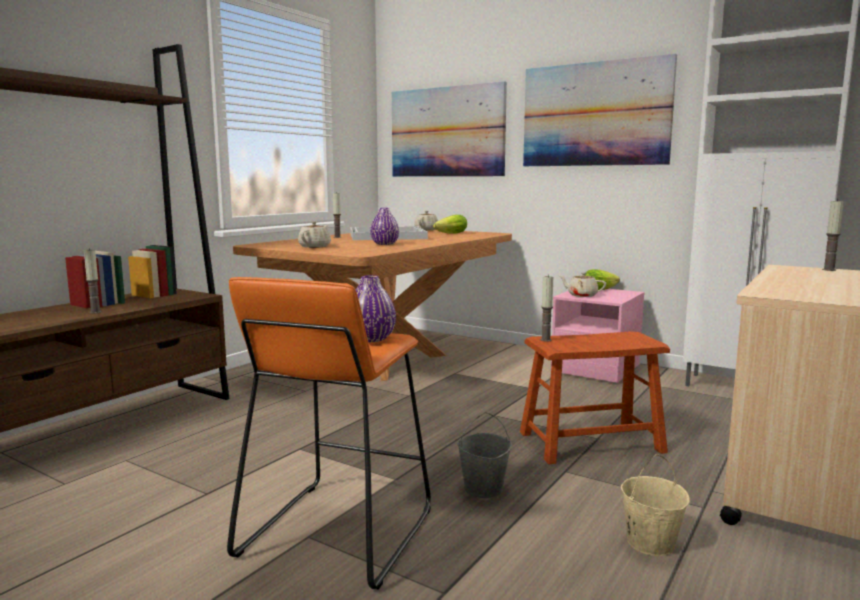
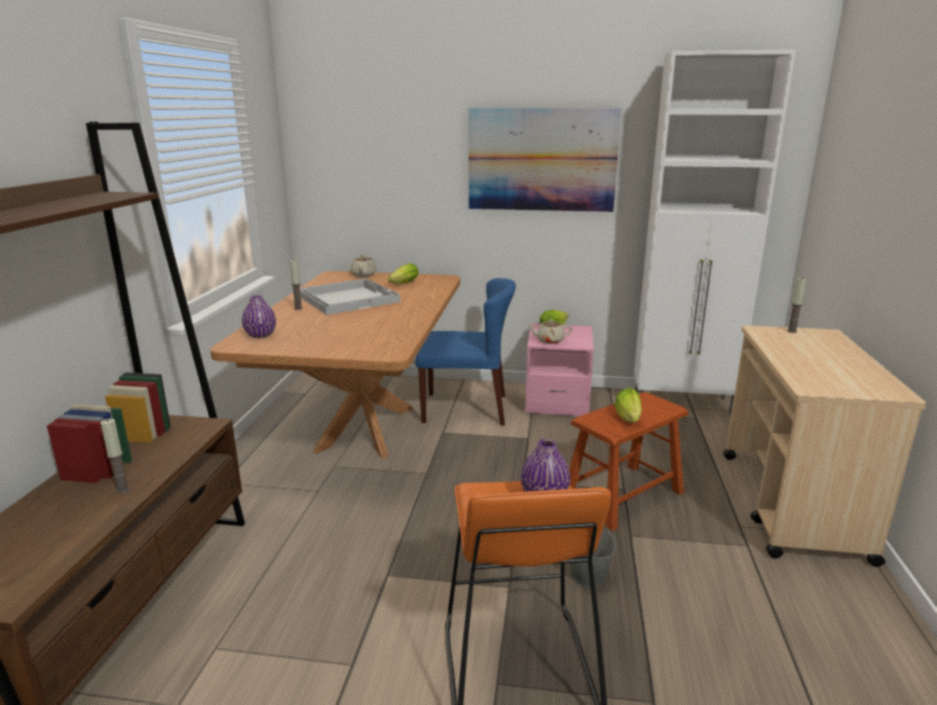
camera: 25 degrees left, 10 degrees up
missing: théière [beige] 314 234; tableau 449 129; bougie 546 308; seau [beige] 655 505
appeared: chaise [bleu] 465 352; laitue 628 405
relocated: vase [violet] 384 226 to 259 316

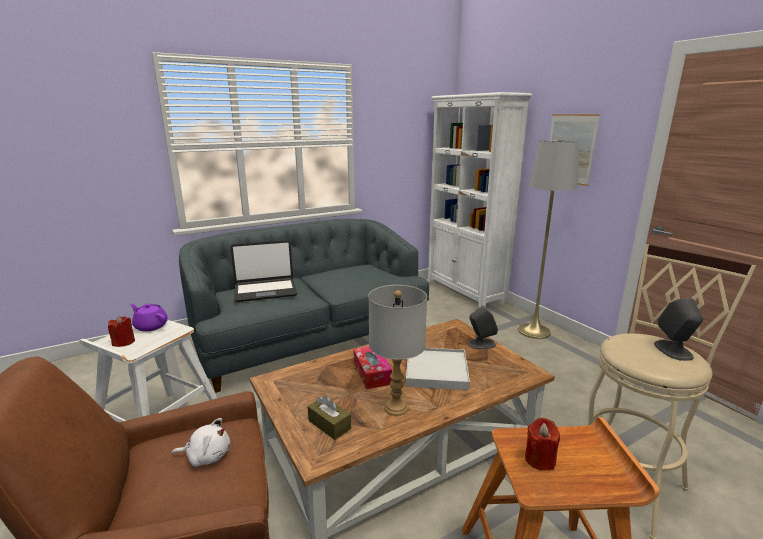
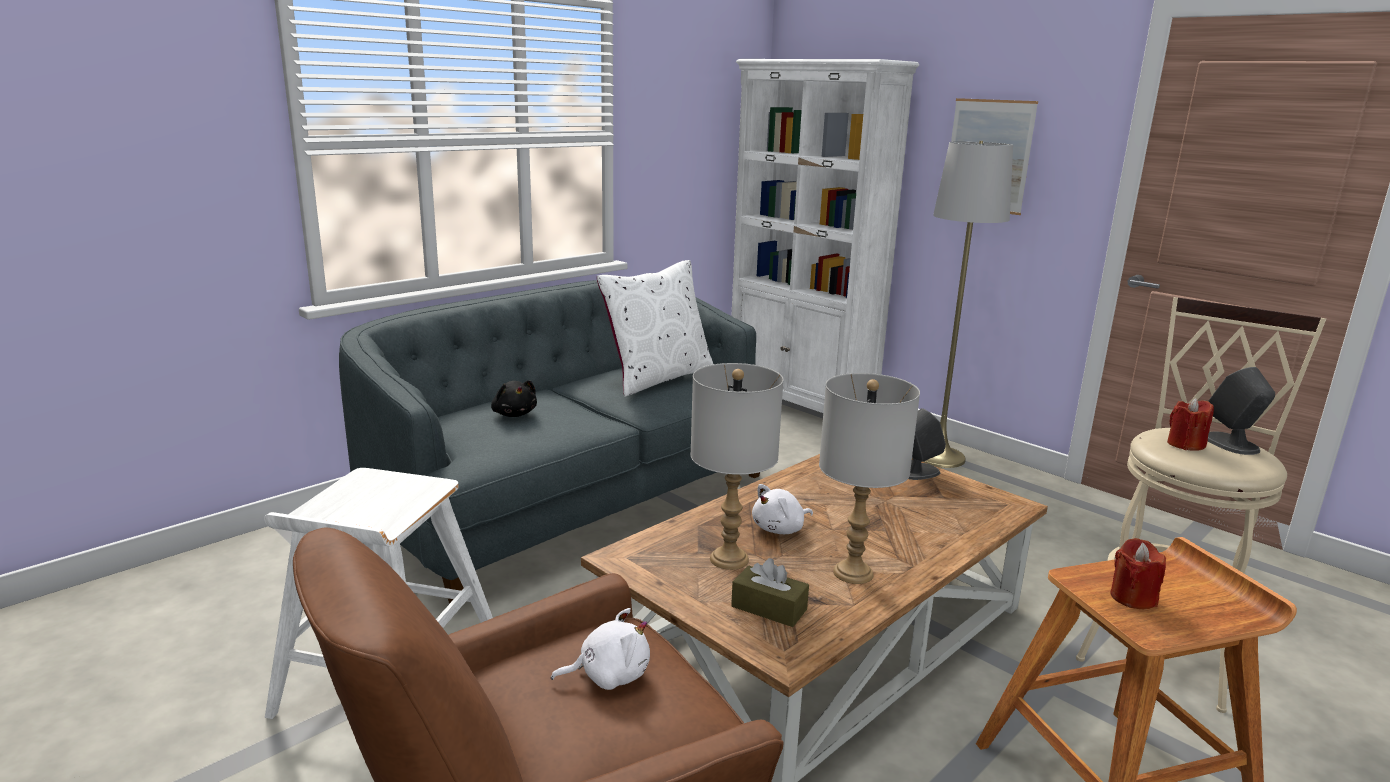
camera: 15 degrees left, 0 degrees up
missing: théière [violet] 149 317; plateau [blanc] 438 369
appeared: coussin [blanc] 655 328; lampe de table [gris] 737 466
relocated: bougie [rouge] 121 331 to 1190 424
exchanged: ordinateur portable 263 271 to peluche [noir] 514 398; boîte à mouchoirs 372 367 to peluche [blanc] 782 509

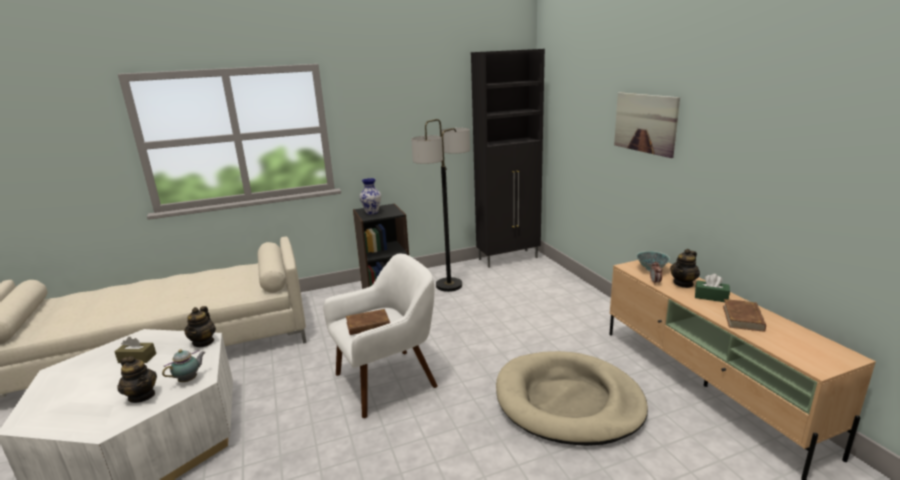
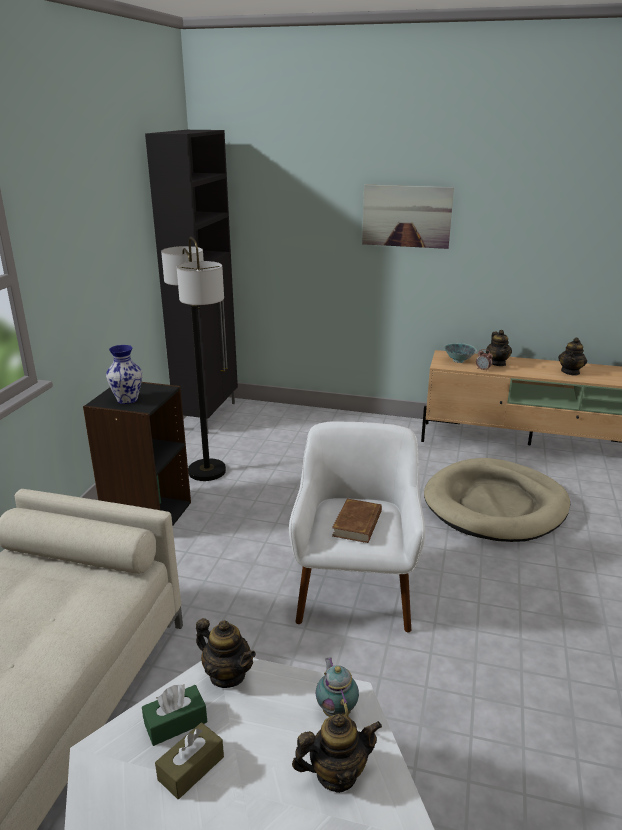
camera: 55 degrees left, 5 degrees up
relocated: boîte à mouchoirs [vert] 712 288 to 174 715
exchanged: livre [marron] 744 315 to théière 572 356

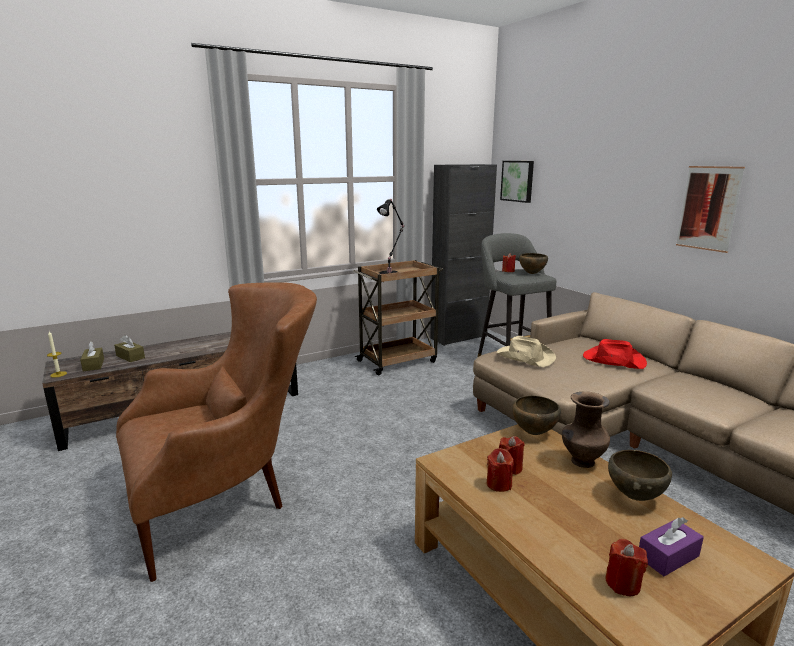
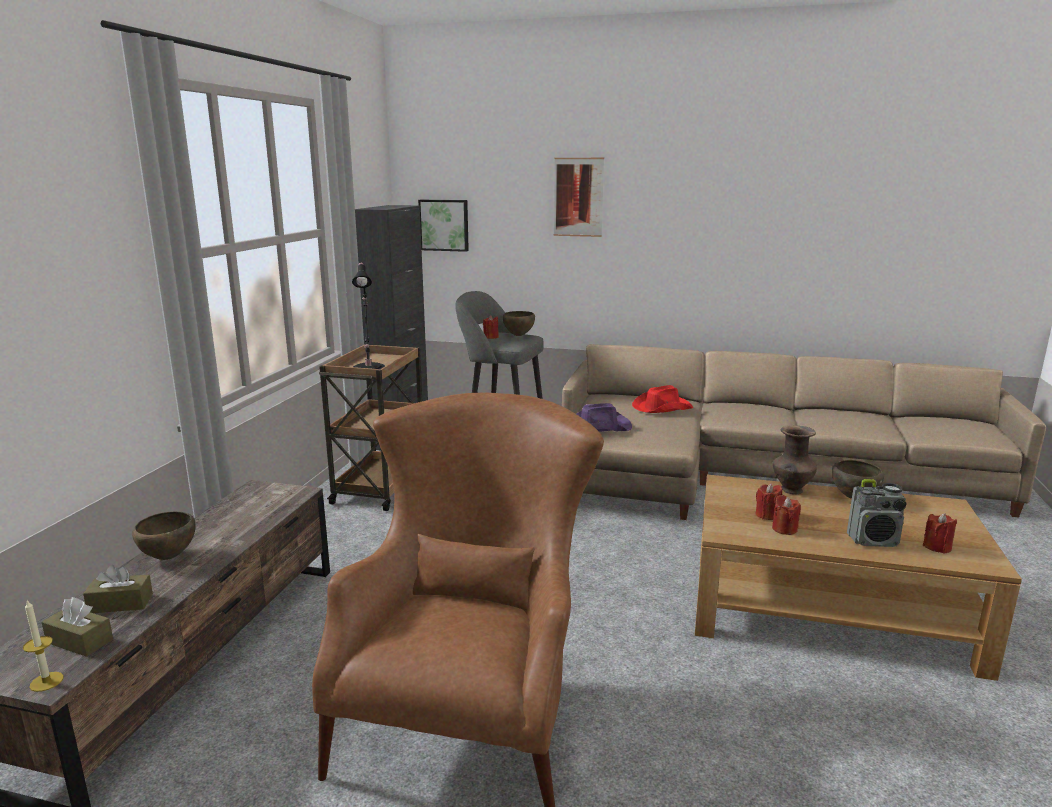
camera: 45 degrees left, 0 degrees up
missing: boîte à mouchoirs [violet] 671 546
appeared: radio 877 513
relocated: bol [marron] 536 415 to 164 535; tableau 710 209 to 579 197
colour: chapeau [beige] 526 351 to chapeau [violet] 604 417

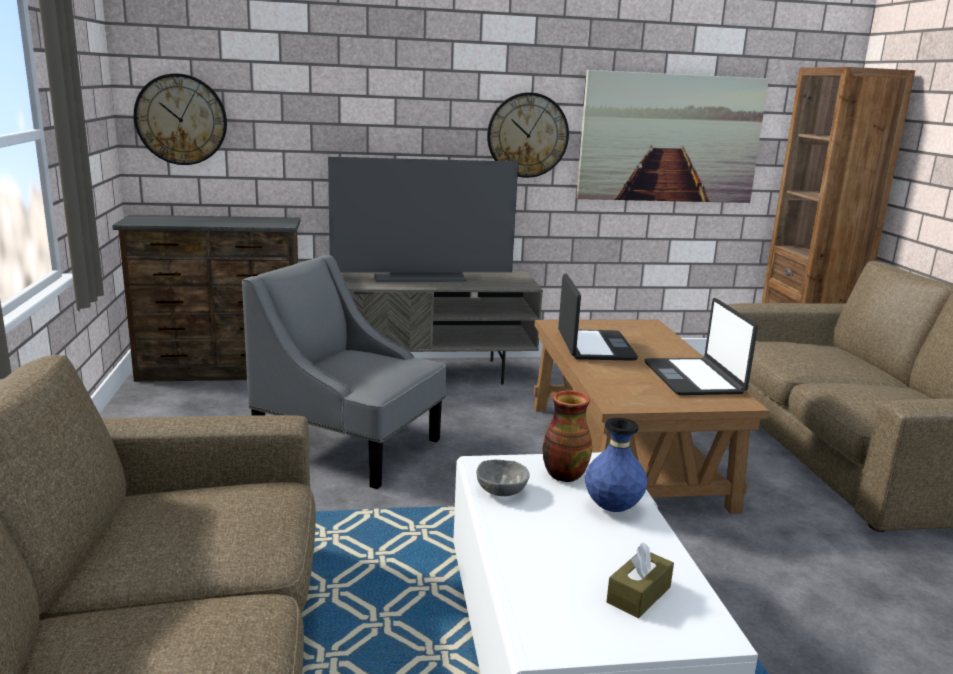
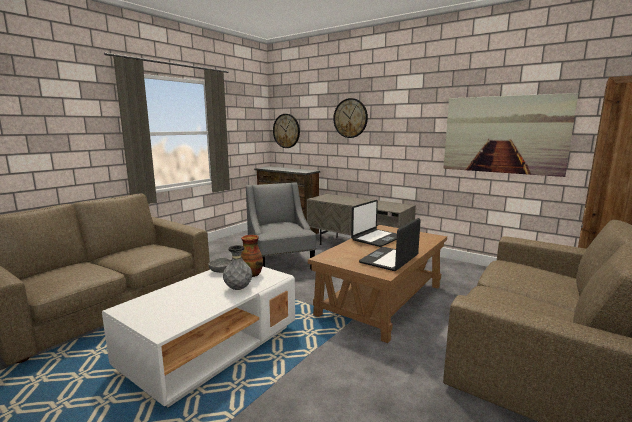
camera: 45 degrees right, 5 degrees down
missing: téléviseur 423 219; boîte à mouchoirs [marron] 640 580
relocated: horloge murale 528 135 to 350 118
colour: vase [bleu] 616 465 to vase [gris] 237 267

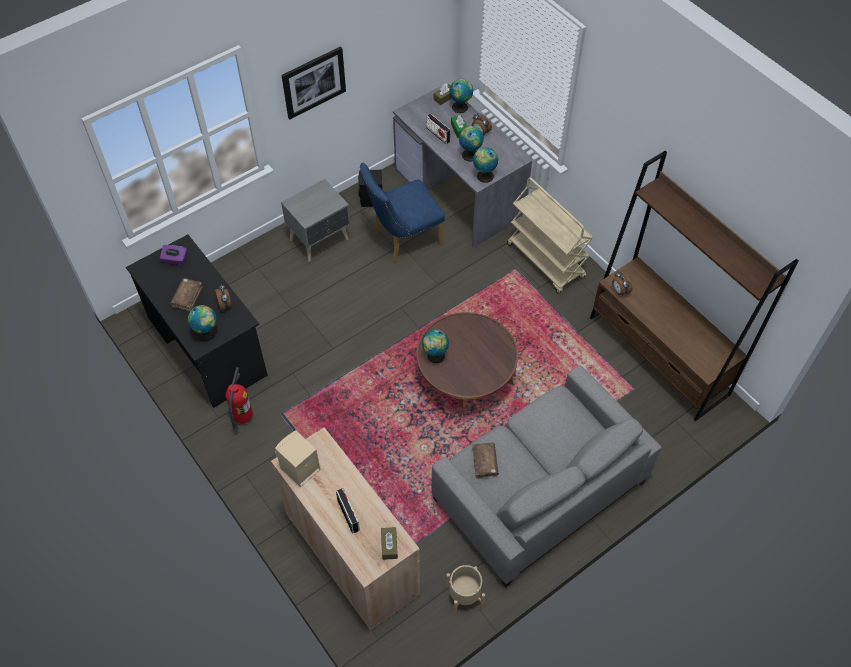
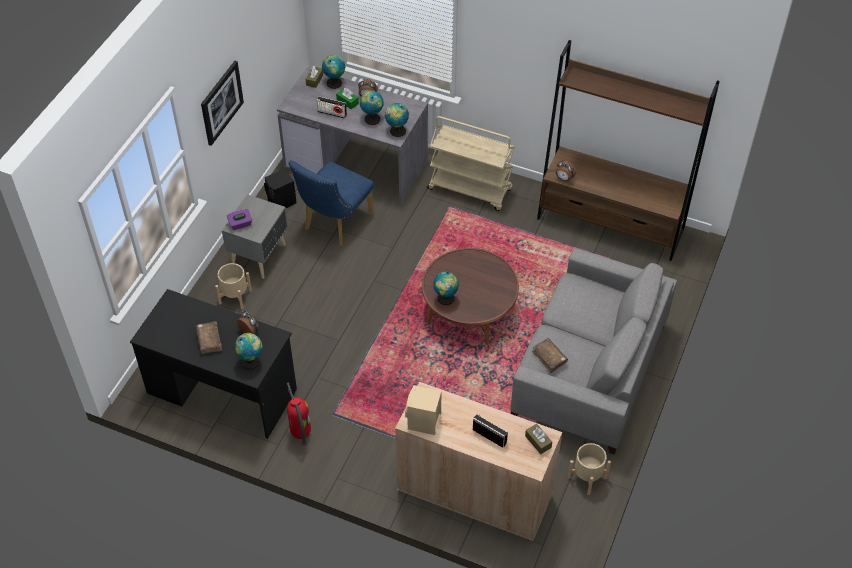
camera: 30 degrees left, 5 degrees down
appeared: cache-pot [beige] 233 286
relocated: boîte à mouchoirs [violet] 173 255 to 239 219

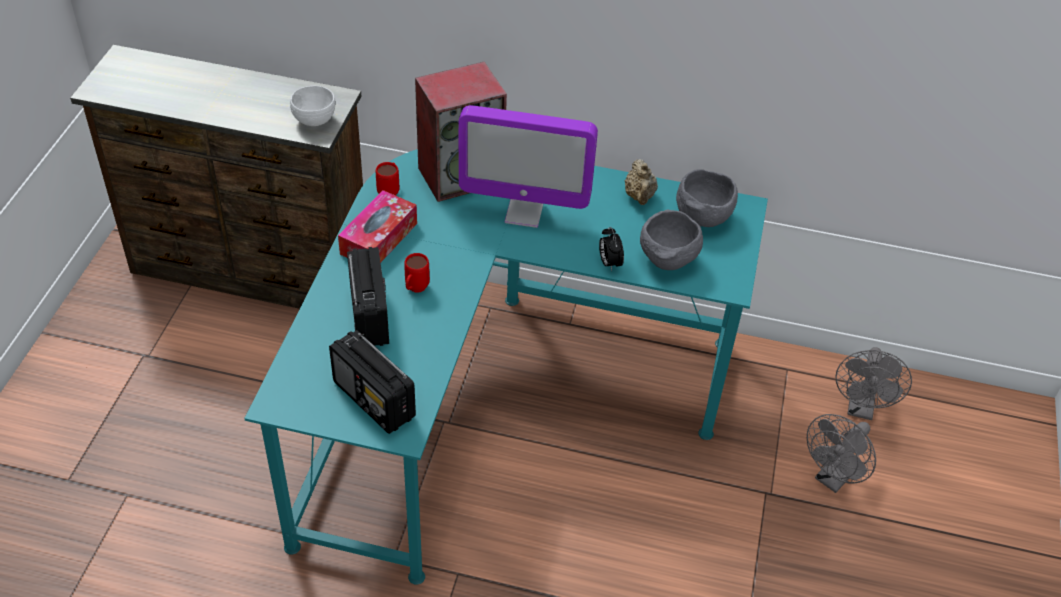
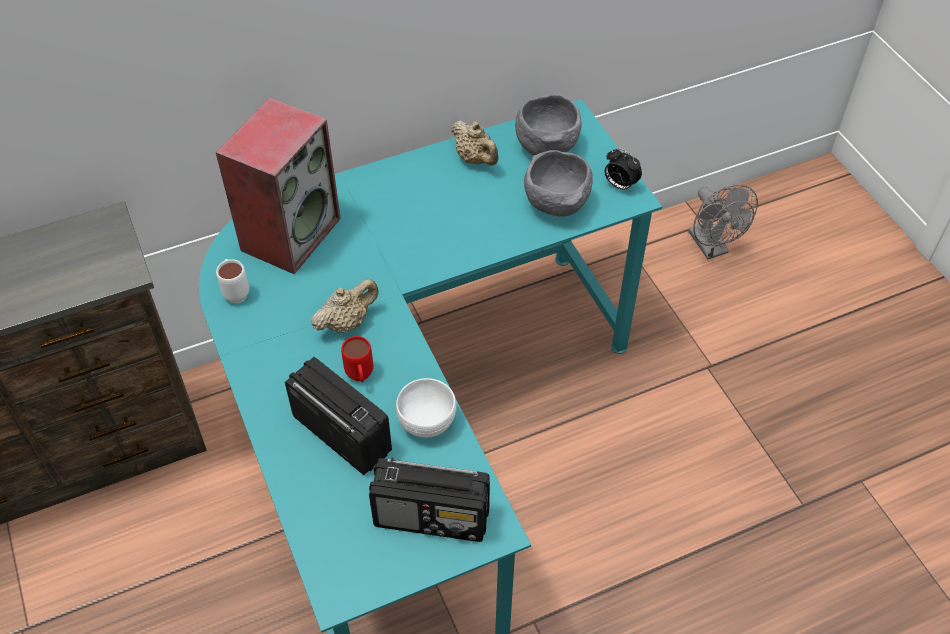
camera: 35 degrees left, 5 degrees up
missing: boîte à mouchoirs 377 226; écran d'ordinateur 528 166; ventilateur [gris] 841 453
appeared: théière [beige] 345 306
relocated: bol [blanc] 312 106 to 426 408; réveil 611 249 to 623 169
colour: mug [rouge] 387 179 to mug [blanc] 232 281

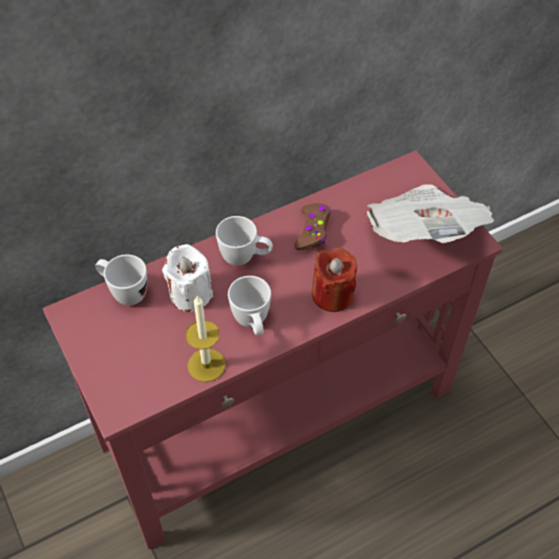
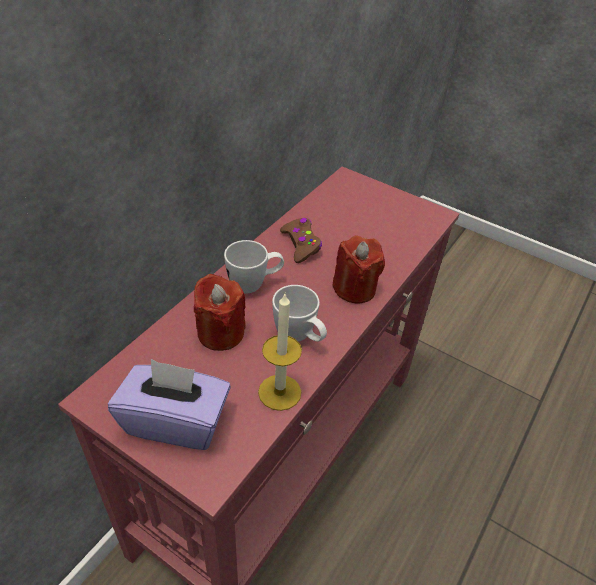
camera: 30 degrees left, 10 degrees down
missing: mug [blanc] 121 279; journal 430 213
appeared: boîte à mouchoirs [violet] 169 404
colour: bougie [blanc] 187 278 to bougie [rouge] 220 312

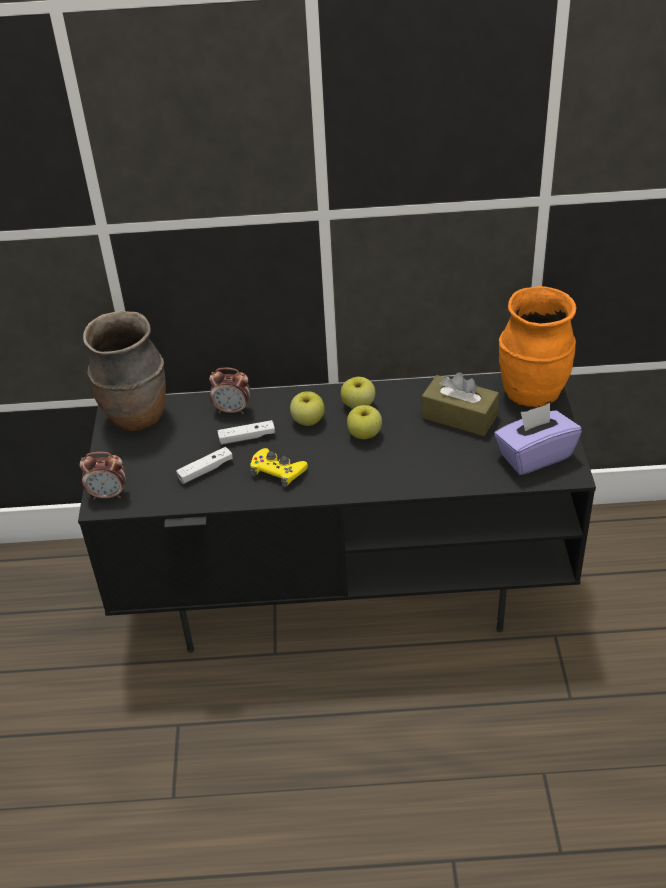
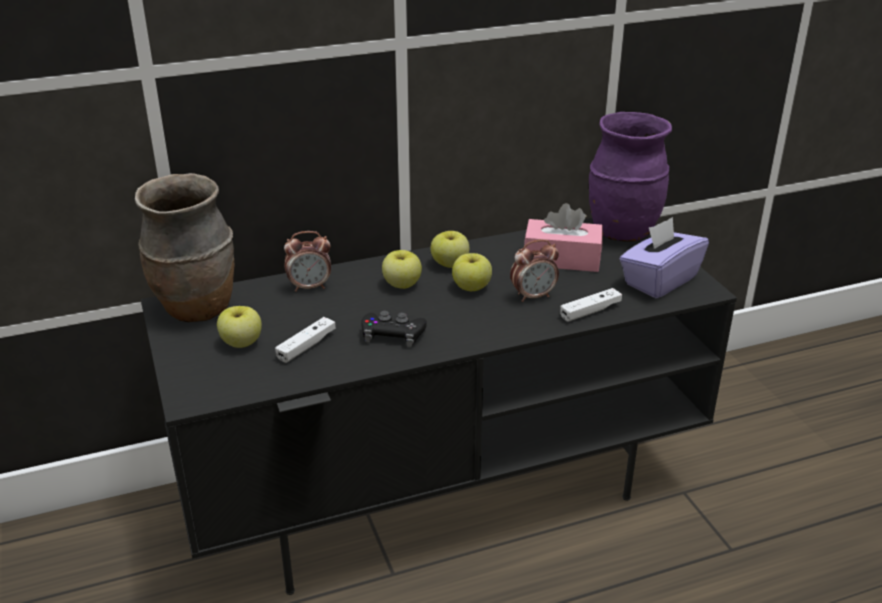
camera: 20 degrees left, 10 degrees down
appeared: pomme 239 327
relocated: réveil 103 476 to 534 270; manette [blanc] 246 432 to 591 305
colour: manette [jaune] 279 467 to manette [noir] 394 329; boîte à mouchoirs [marron] 460 404 to boîte à mouchoirs [rose] 563 237; vase [orange] 537 347 to vase [violet] 630 177

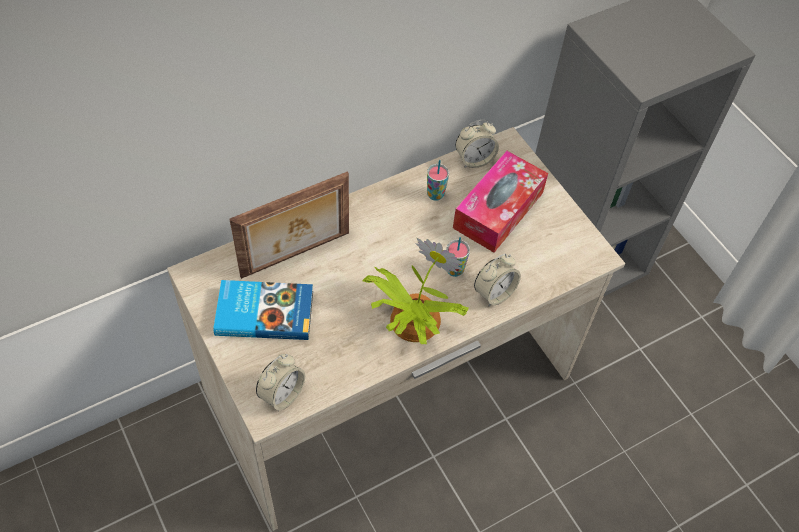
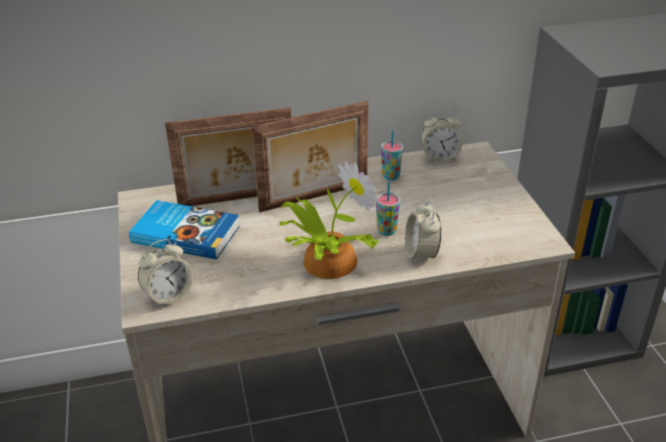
camera: 20 degrees right, 20 degrees down
missing: boîte à mouchoirs 500 202
appeared: cadre photo 310 156
spun: réveil 497 280 = 423 232 105 degrees clockwise

